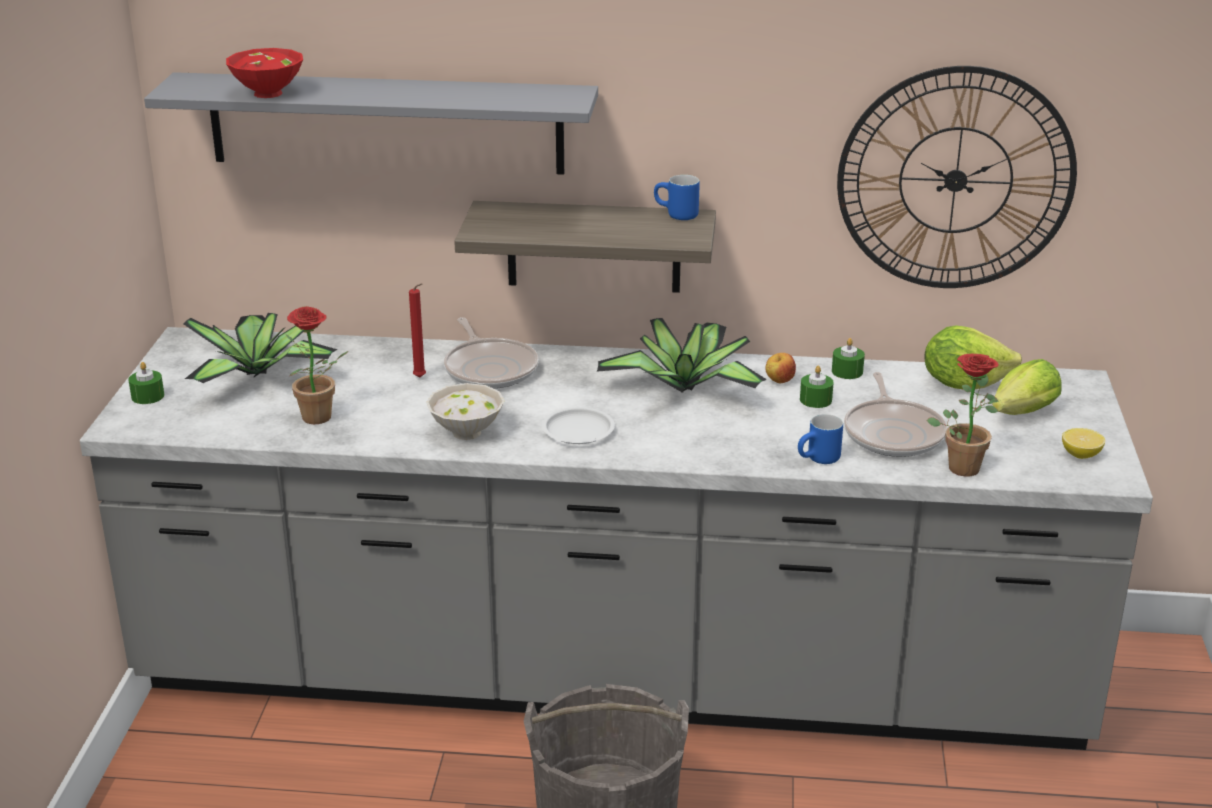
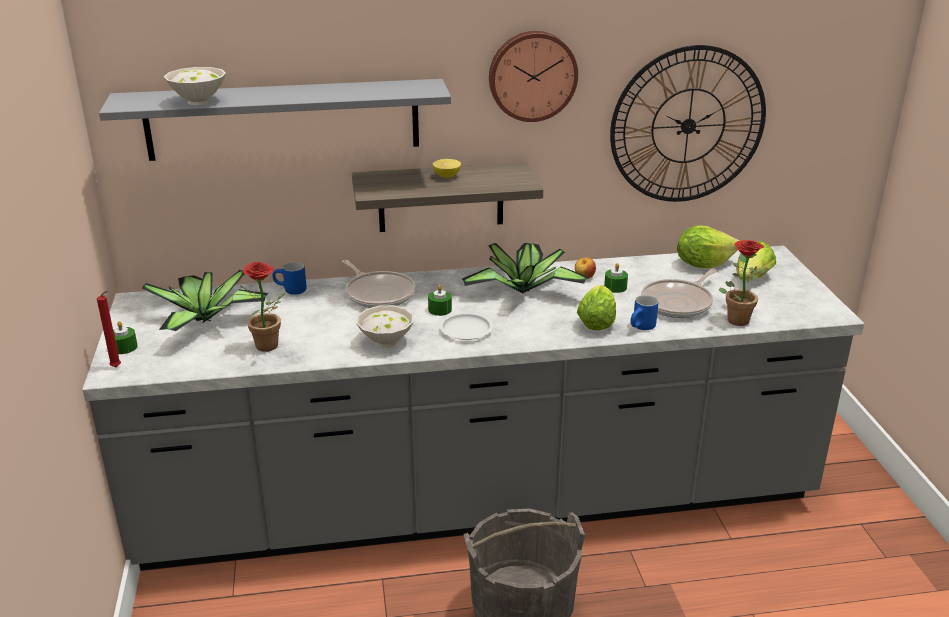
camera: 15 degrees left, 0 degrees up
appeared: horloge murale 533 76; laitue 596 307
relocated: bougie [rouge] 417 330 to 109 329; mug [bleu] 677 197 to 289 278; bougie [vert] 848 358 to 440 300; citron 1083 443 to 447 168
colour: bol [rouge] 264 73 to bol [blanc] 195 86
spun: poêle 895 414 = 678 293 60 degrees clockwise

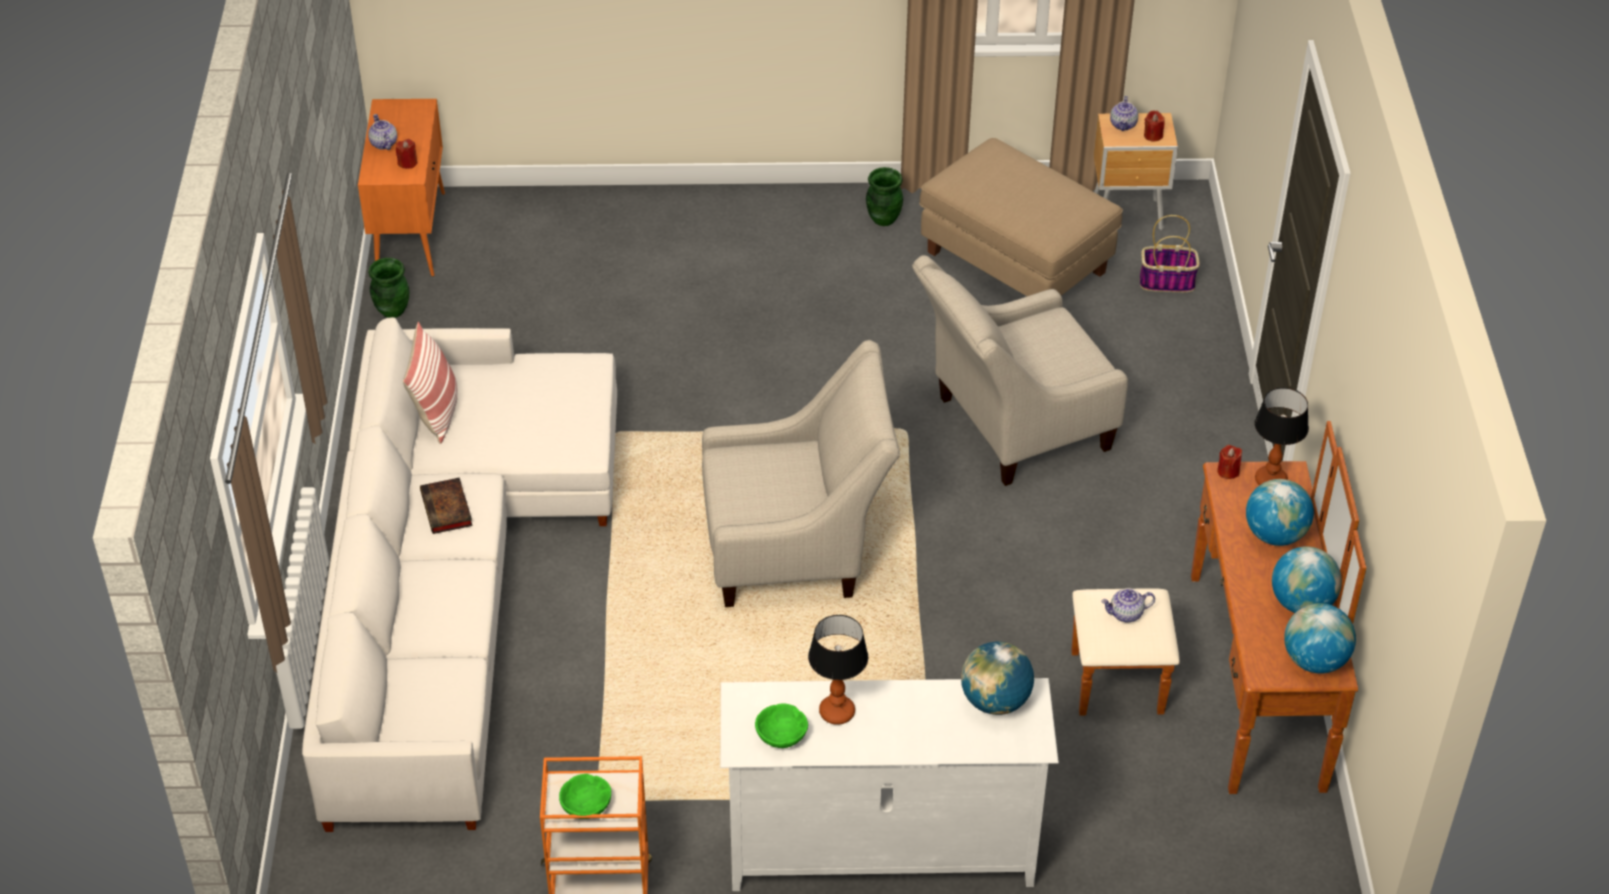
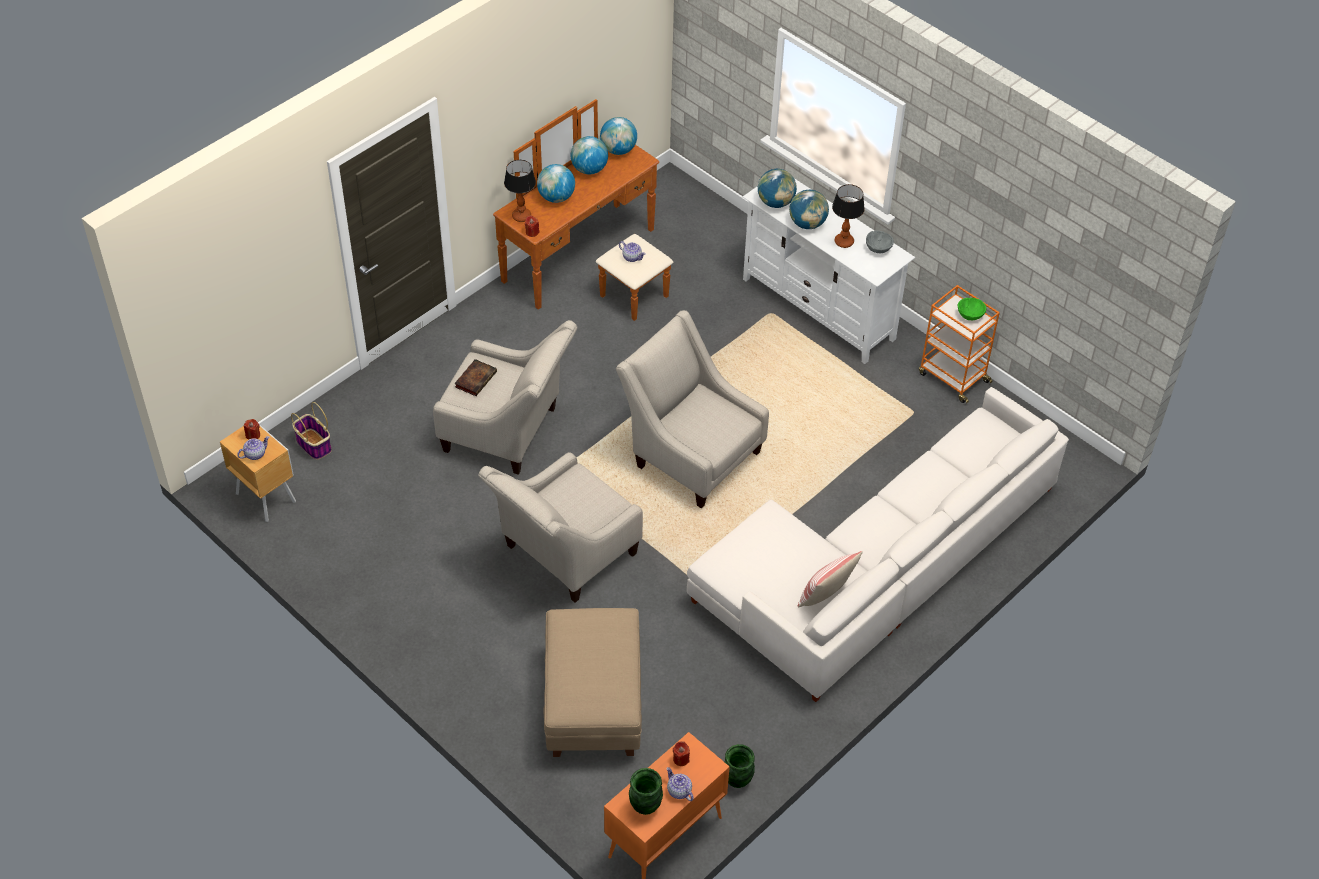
camera: 135 degrees left, 5 degrees up
appeared: fauteuil [beige] 560 527; globe 809 209
relocated: livre 446 505 to 475 377; vase [vert] 884 196 to 646 791; pouf [beige] 1021 217 to 592 682
colour: bol [vert] 781 726 to bol [gris] 880 241
spun: théière 382 132 = 680 784 120 degrees clockwise

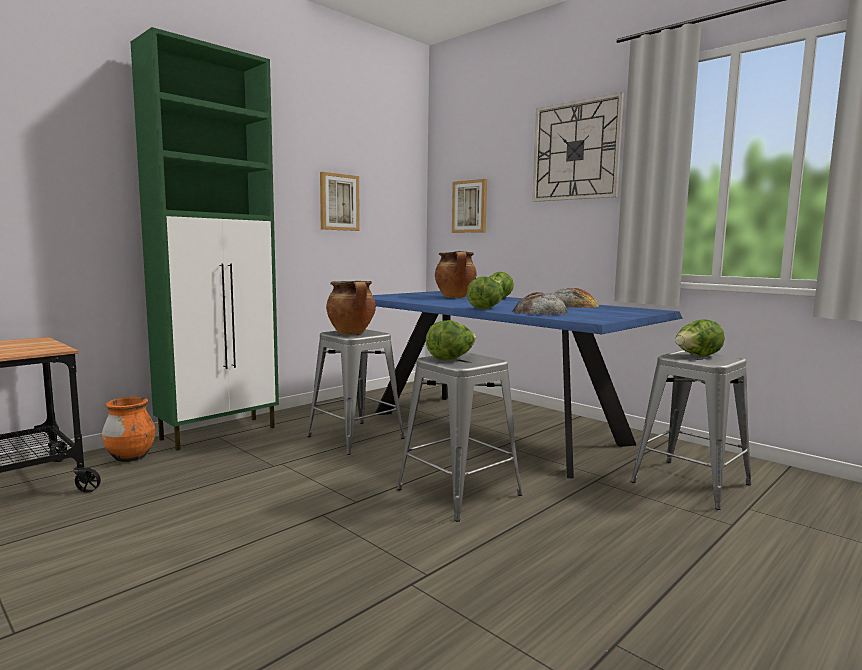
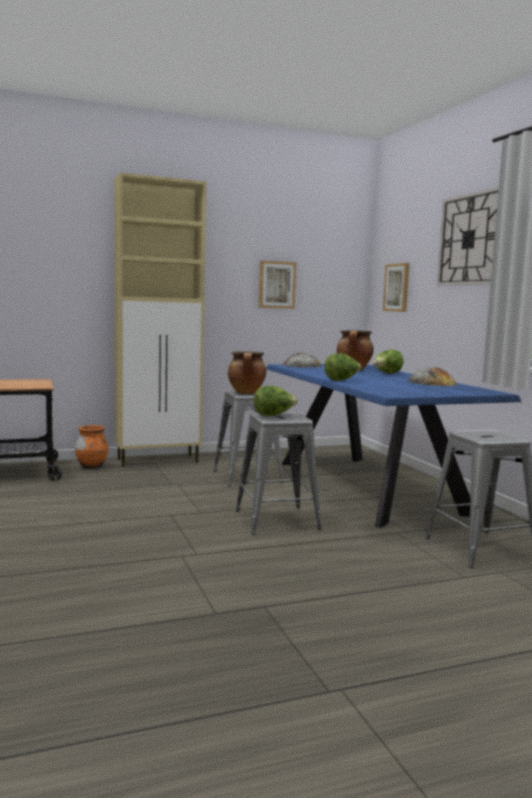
camera: 25 degrees right, 0 degrees up
missing: laitue 700 337
relocated: pain 540 303 to 301 360
colour: meuble de rangement [vert] 205 239 to meuble de rangement [beige] 160 319

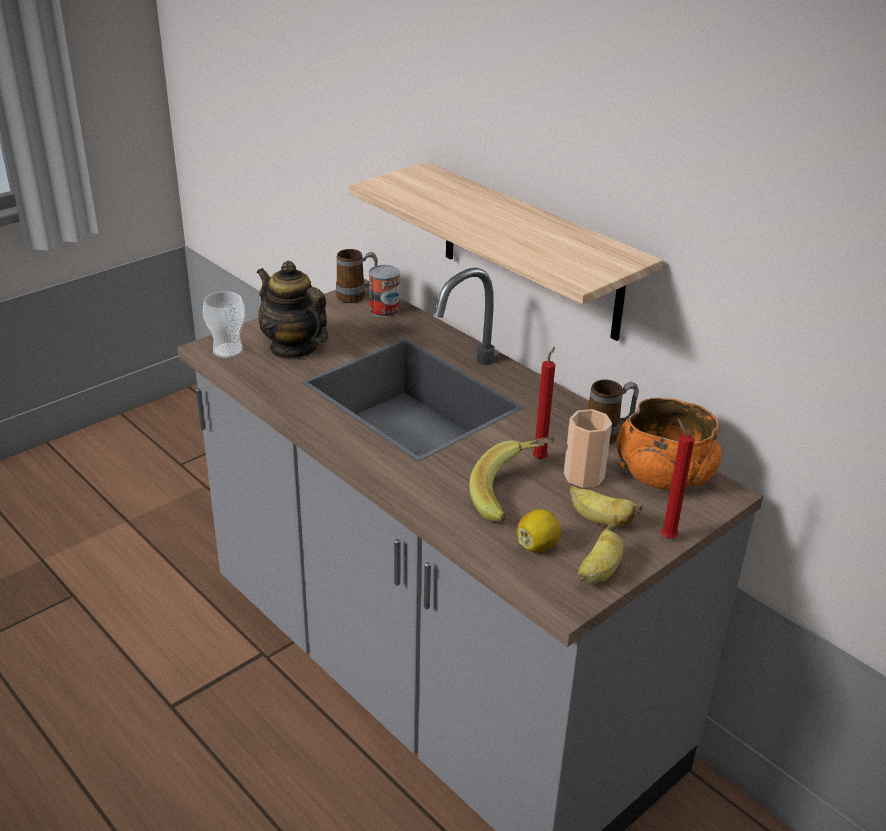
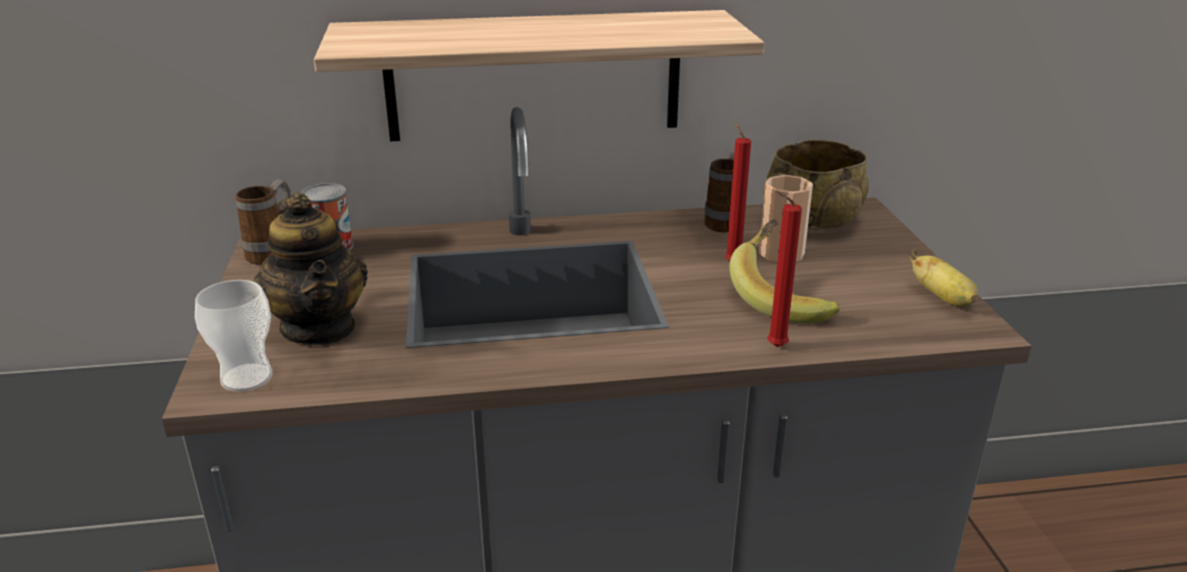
camera: 55 degrees left, 5 degrees down
missing: citron 539 530; banane 606 506
relocated: bougie [rouge] 678 479 to 784 268
colour: bol [orange] 669 443 to bol [beige] 816 185
spun: théière 292 310 = 310 269 105 degrees counterclockwise

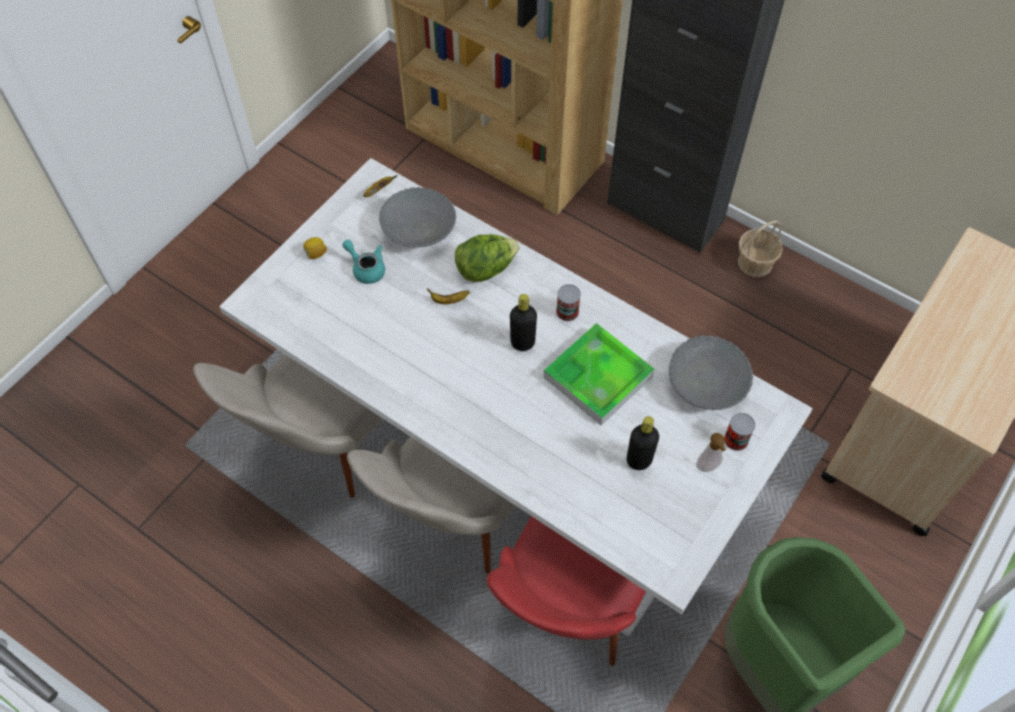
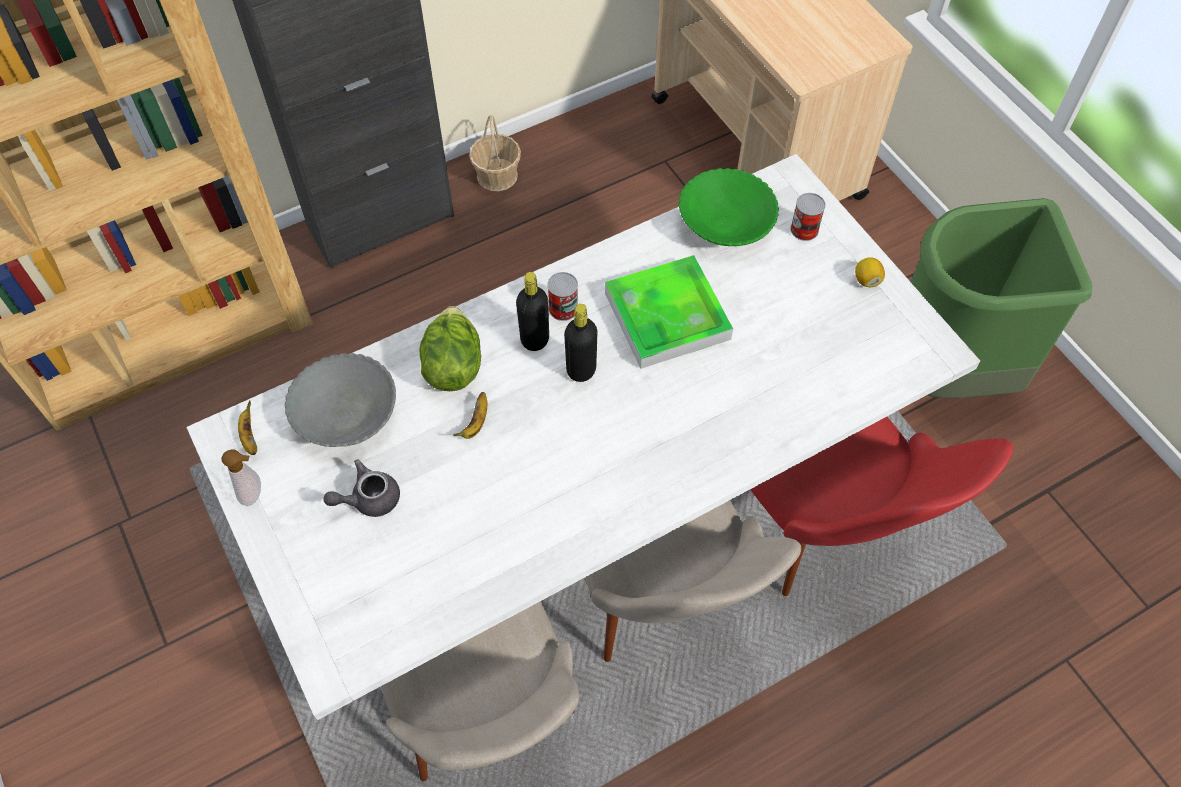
camera: 65 degrees left, 0 degrees up
relocated: citron 315 248 to 870 272; bouteille [noir] 643 443 to 532 311; distributeur de savon 711 452 to 241 477
colour: théière [turquoise] 363 262 to théière [gris] 362 488; bol [gris] 711 372 to bol [vert] 729 207

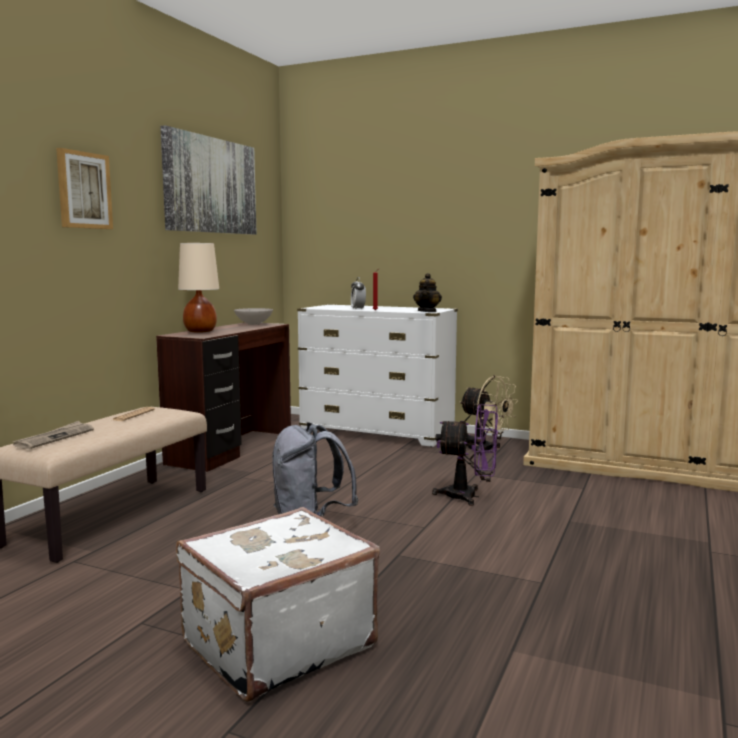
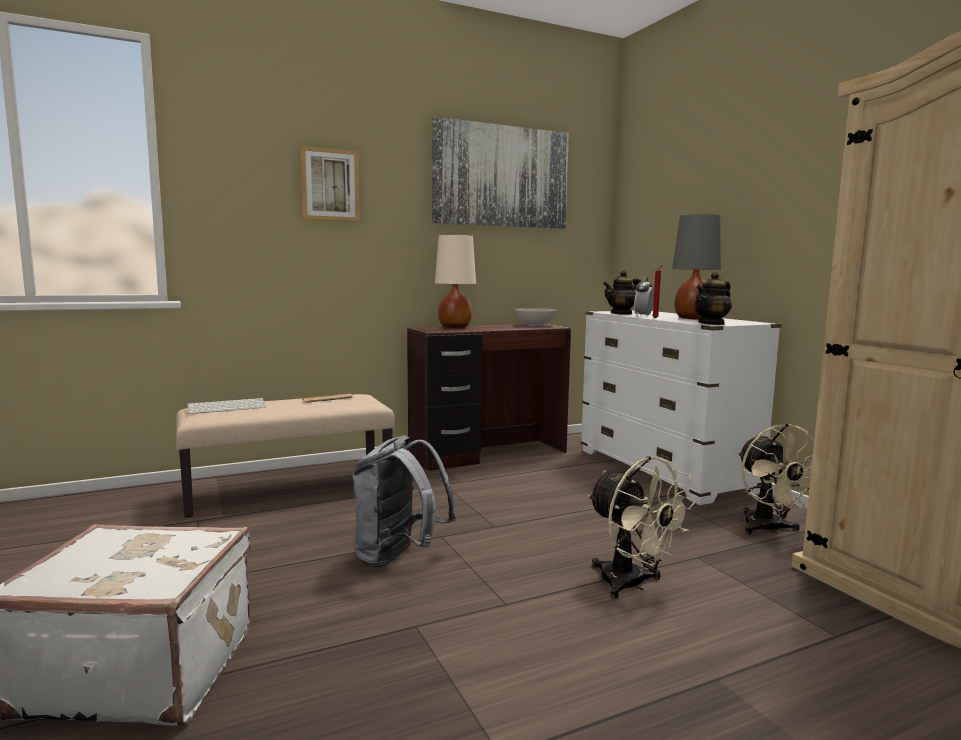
camera: 40 degrees right, 0 degrees up
appeared: théière 622 292; lampe de table [gris] 696 267
exchanged: journal 53 435 to clavier 226 406
colour: ventilateur [violet] 465 455 to ventilateur [beige] 642 527

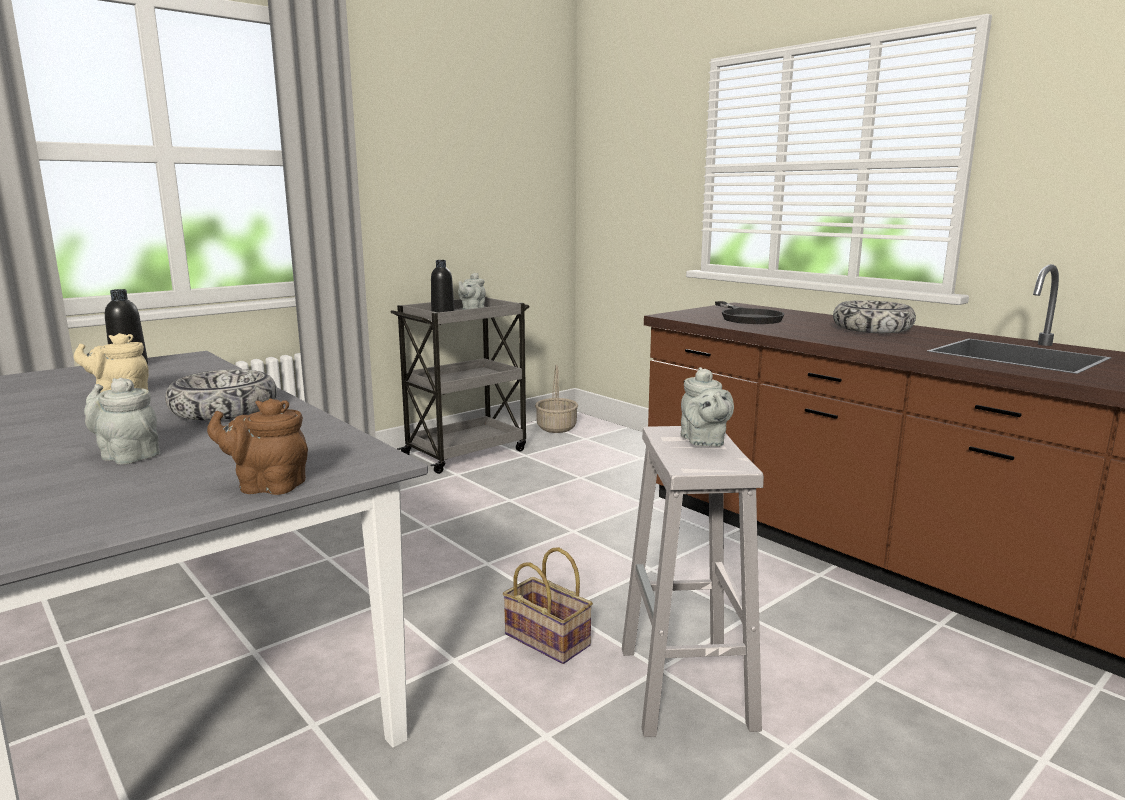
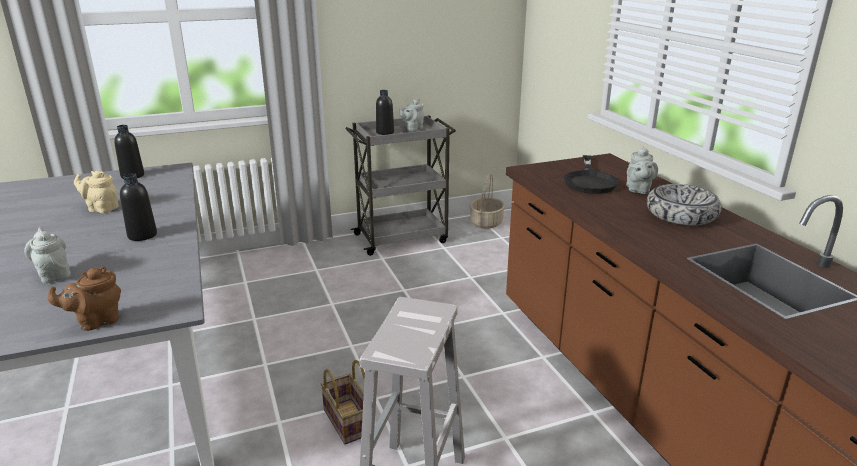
camera: 20 degrees right, 10 degrees up
relocated: théière [gris] 707 407 to 642 170
exchanged: bol 221 395 to bouteille [noir] 138 207
spun: théière [marron] 257 447 = 84 299 60 degrees counterclockwise

